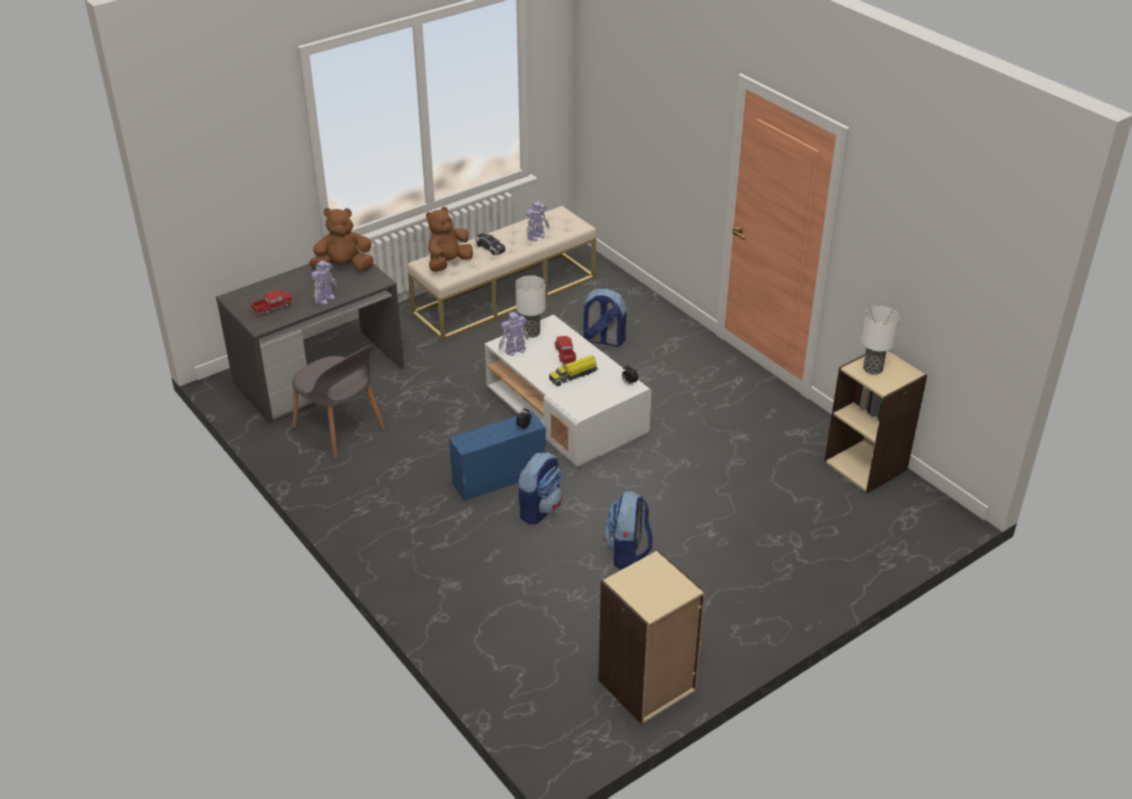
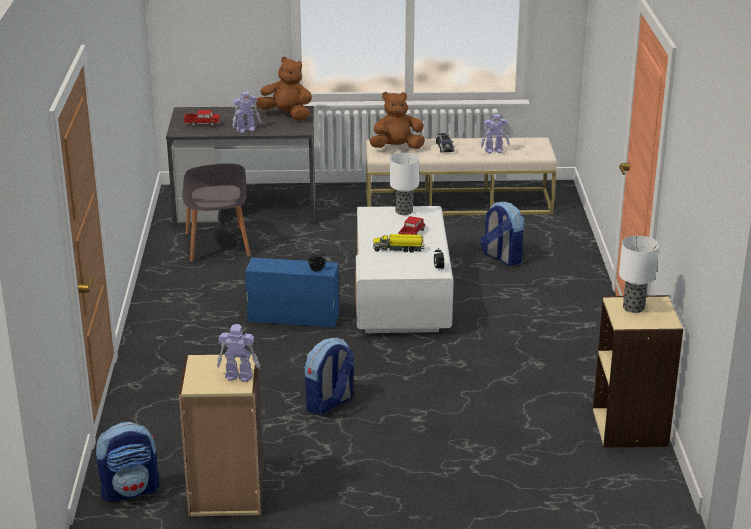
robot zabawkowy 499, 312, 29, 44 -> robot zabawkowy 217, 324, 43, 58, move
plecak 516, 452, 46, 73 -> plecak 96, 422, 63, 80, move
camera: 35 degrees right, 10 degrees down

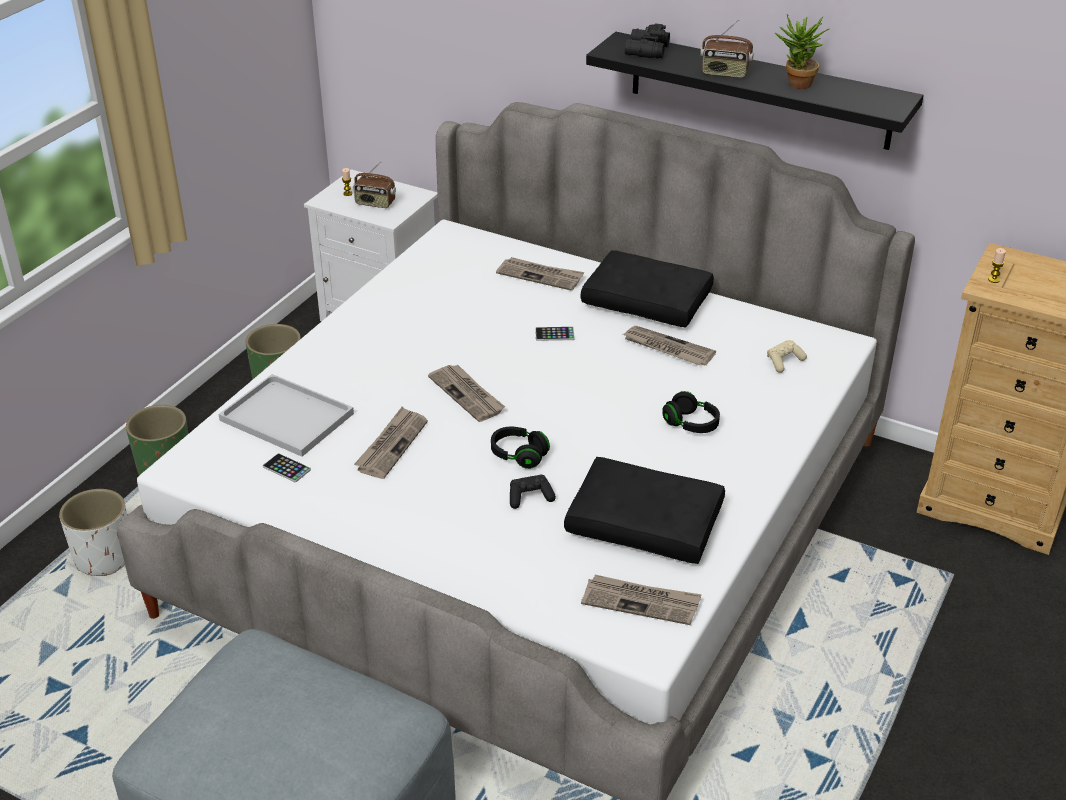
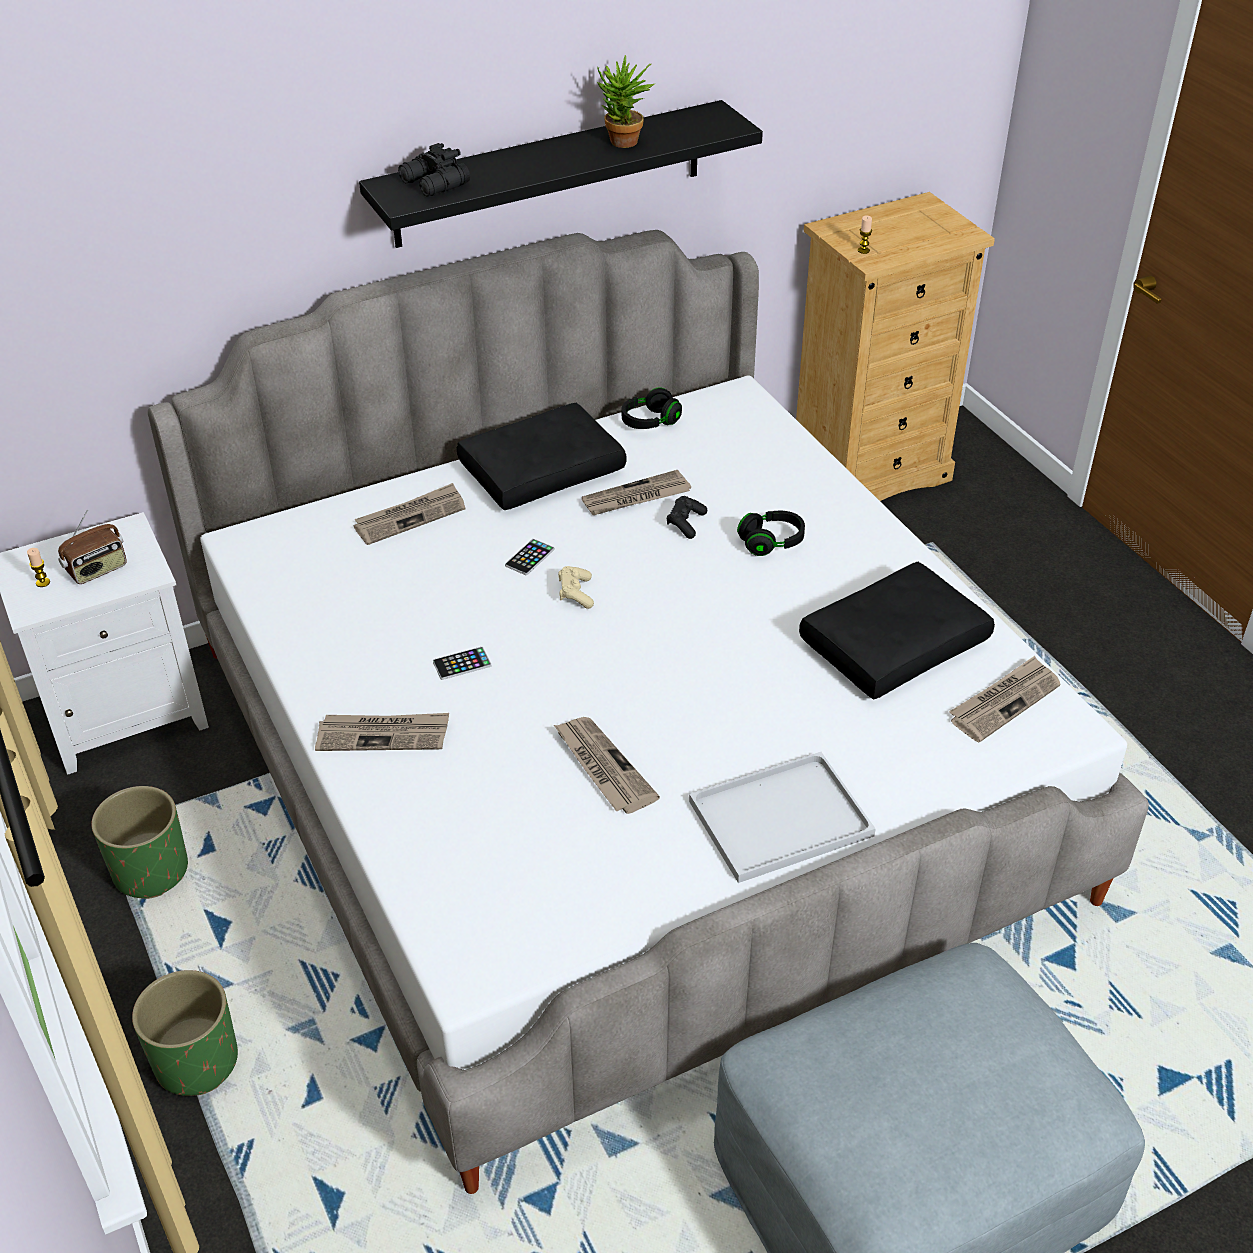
donica (biały) 59, 489, 68, 87 -> none
taca (biały) 218, 374, 136, 83 -> taca (biały) 689, 752, 187, 131, move
telefon 263, 453, 48, 29 -> telefon 433, 647, 58, 33, move
gazeta 428, 365, 77, 57 -> gazeta 315, 713, 134, 38, move
słuchawki (czarny) 491, 427, 59, 42 -> słuchawki (czarny) 622, 387, 60, 42, move
pad do gier (czarny) 510, 475, 46, 34 -> pad do gier (czarny) 667, 496, 40, 43, move
radio 700, 20, 54, 58 -> none
pad do gier (beżowy) 767, 340, 40, 33 -> pad do gier (beżowy) 558, 566, 36, 43, move
camera: 55 degrees left, 5 degrees up

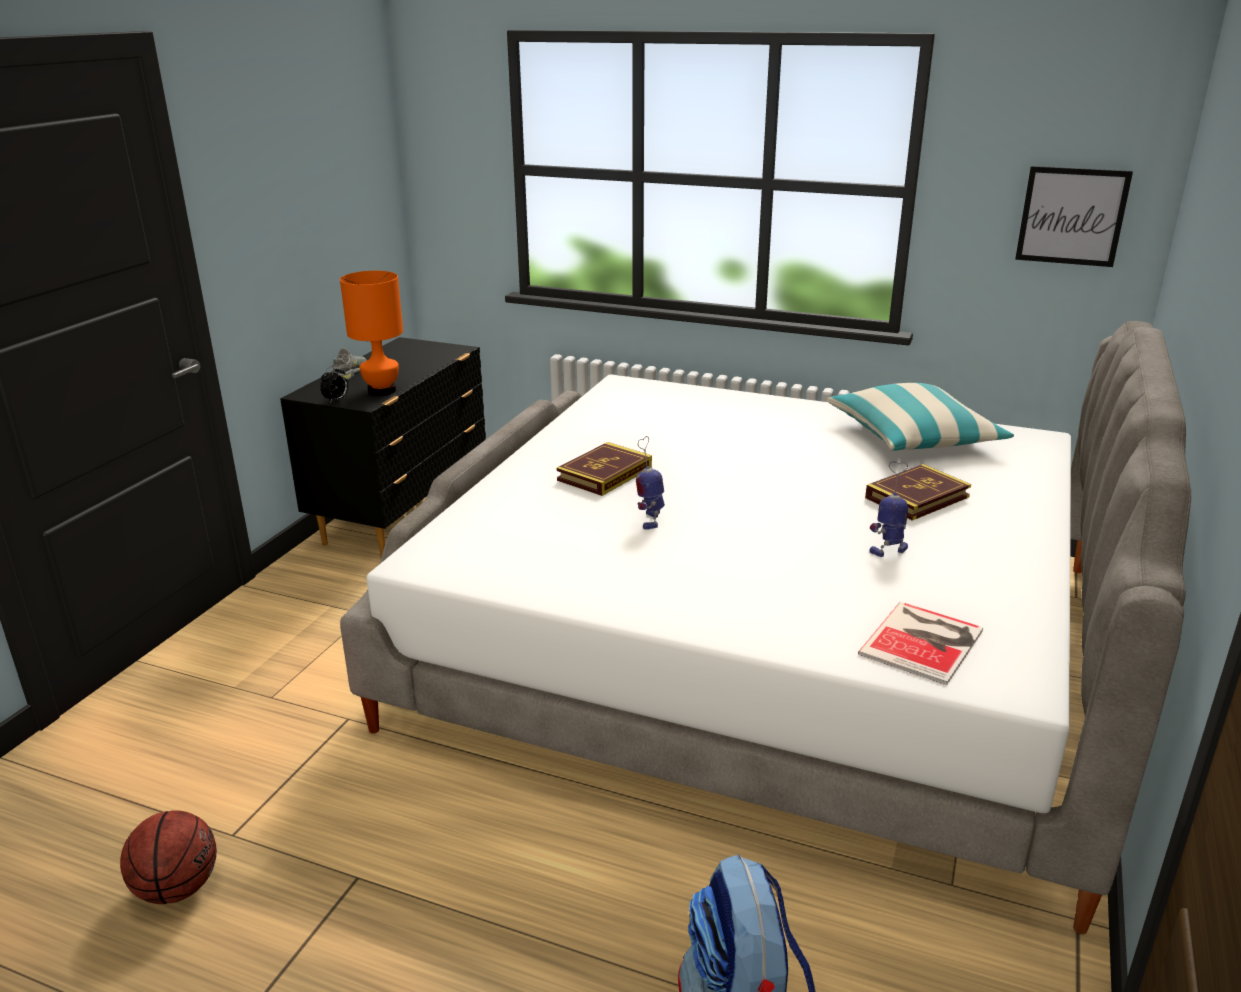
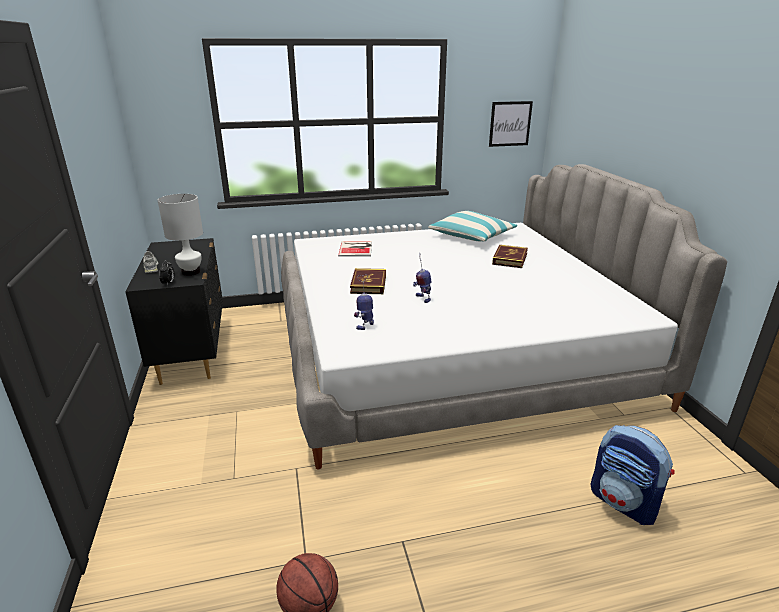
lampa stołowa (pomarańczowy) 340, 271, 63, 125 -> lampa stołowa (biały) 158, 194, 45, 82
książka 858, 602, 125, 83 -> książka 338, 241, 34, 15, move
robot zabawkowy 869, 461, 39, 96 -> robot zabawkowy 354, 274, 20, 56, move
camera: 35 degrees left, 0 degrees up

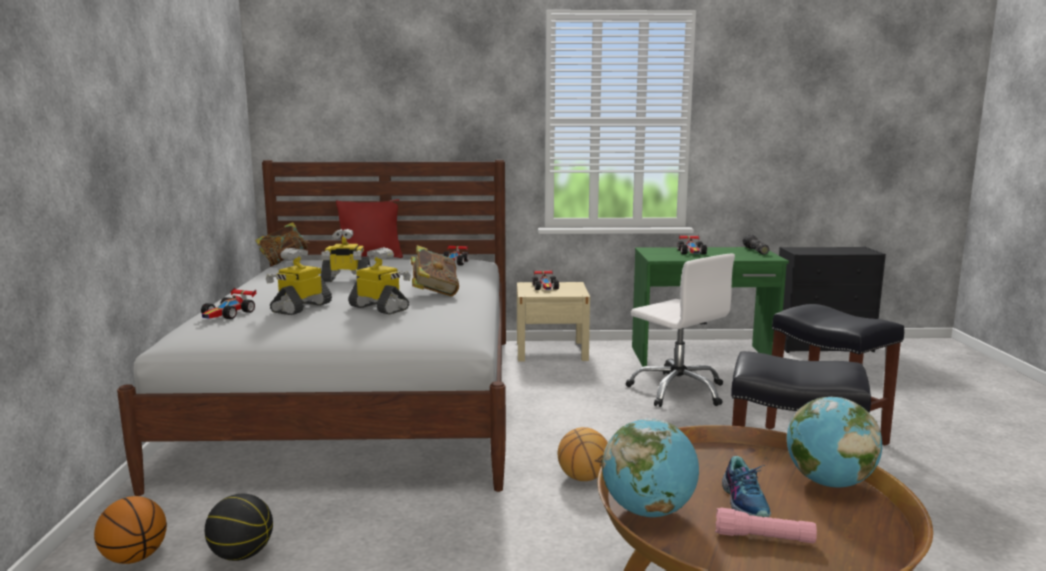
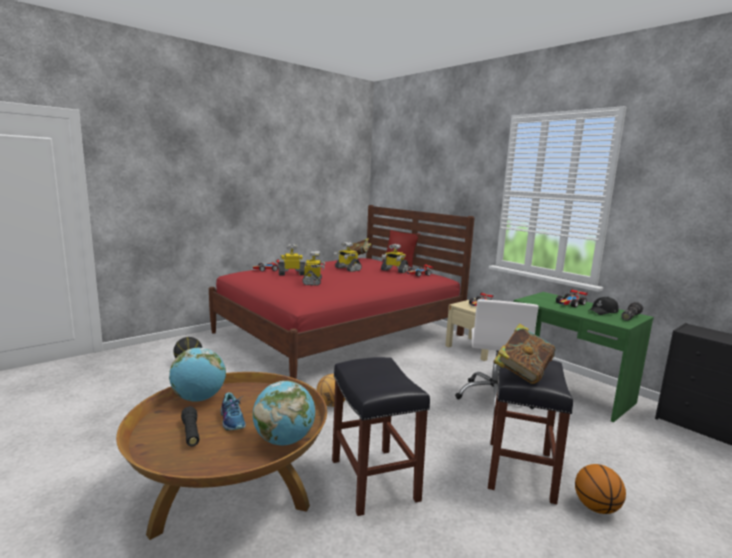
piłka do koszykówki 94, 496, 73, 68 -> piłka do koszykówki 575, 464, 51, 50, move
łóżko (biały) 117, 160, 389, 336 -> łóżko (czerwony) 209, 205, 265, 174
książka 411, 245, 48, 51 -> książka 493, 323, 62, 61, move
latarka (różowy) 715, 508, 102, 35 -> latarka (czarny) 181, 406, 19, 40
but 722, 456, 49, 61 -> but 221, 392, 25, 39, 75 degrees counterclockwise
none -> robot zabawkowy 381, 244, 28, 29
none -> czapka z daszkiem (czarny) 589, 297, 30, 18
camera: 50 degrees right, 0 degrees up

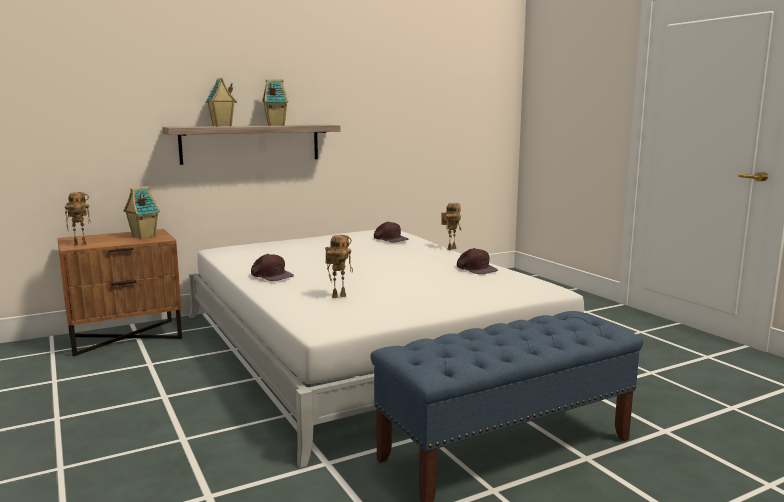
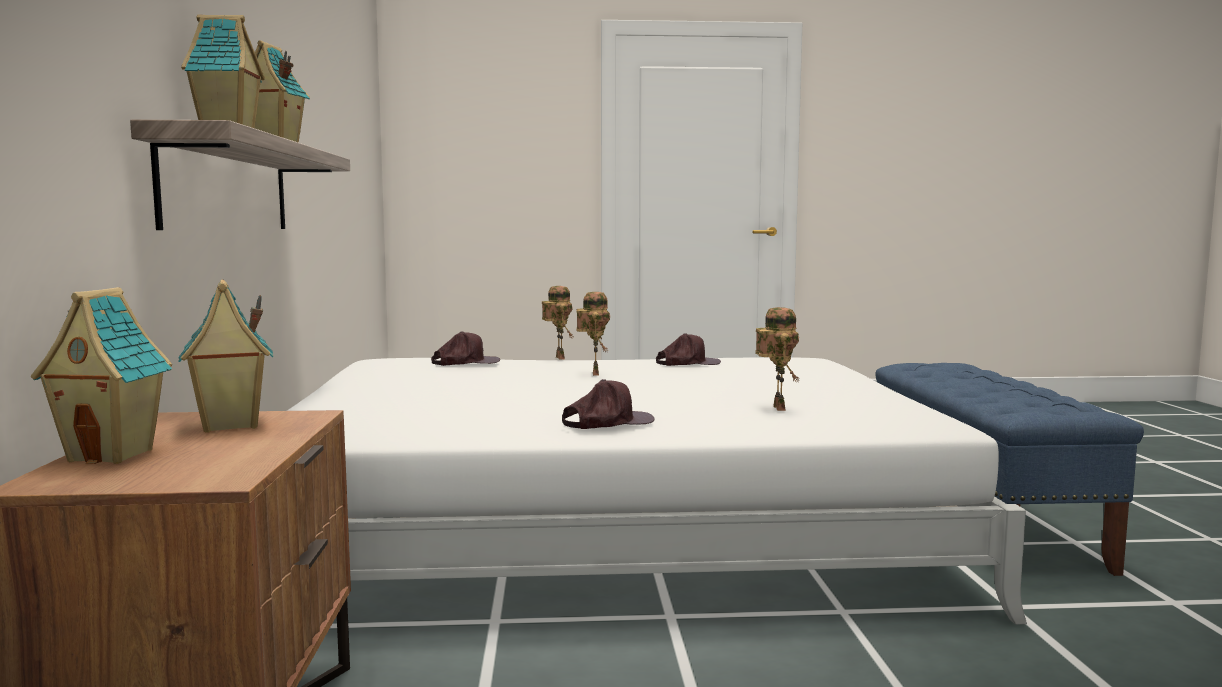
robot zabawkowy 65, 192, 26, 54 -> robot zabawkowy 576, 292, 34, 84, move
none -> domek 31, 287, 141, 177
camera: 65 degrees left, 5 degrees down

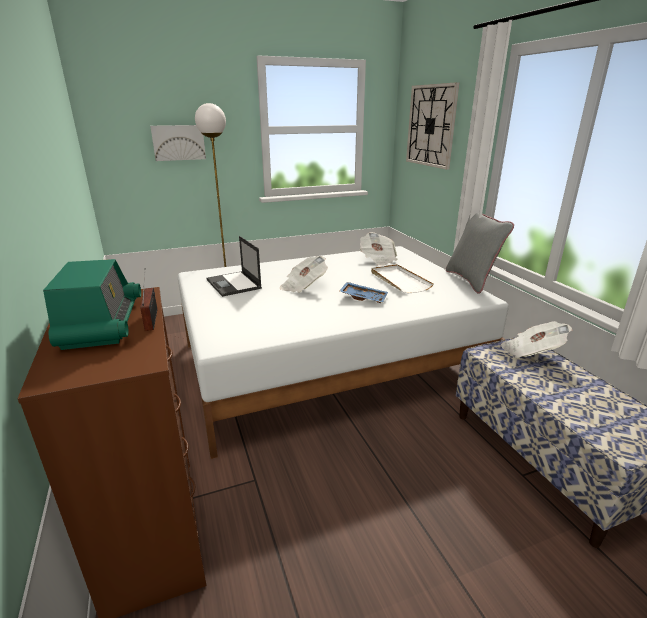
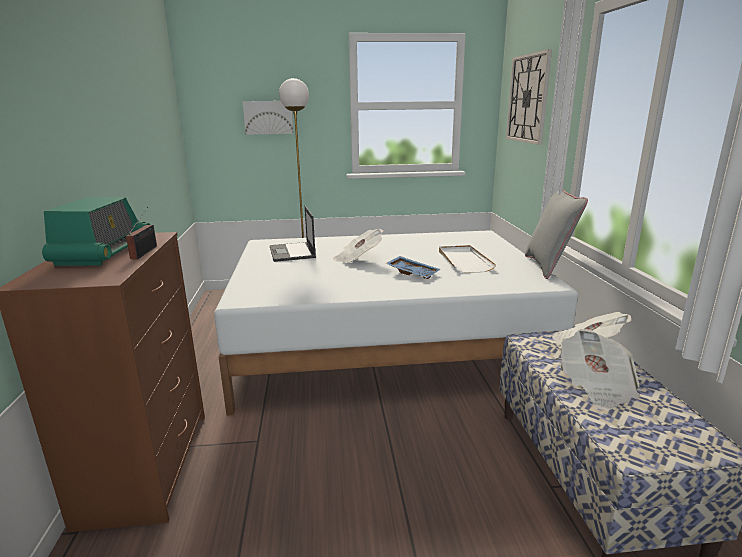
gazeta 360, 232, 37, 34 -> gazeta 560, 329, 80, 82, move
camera: 15 degrees right, 5 degrees down

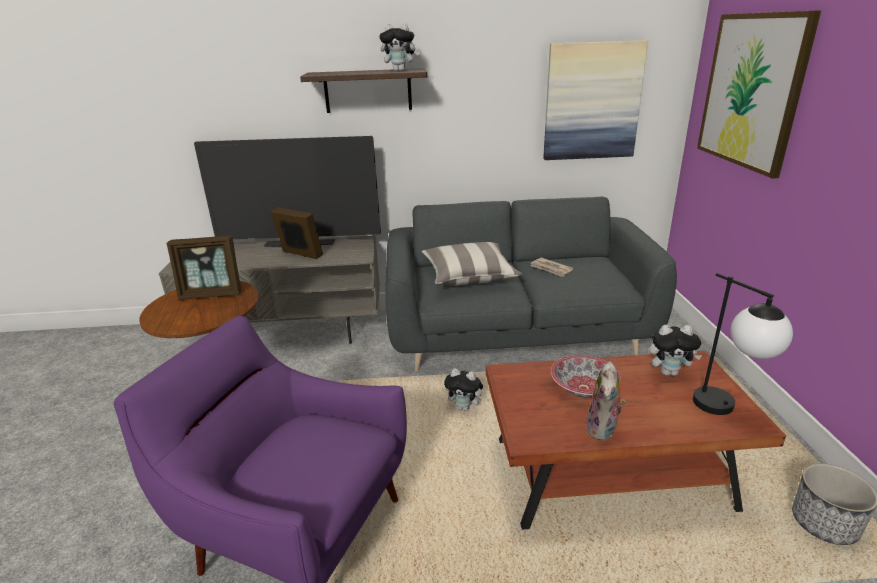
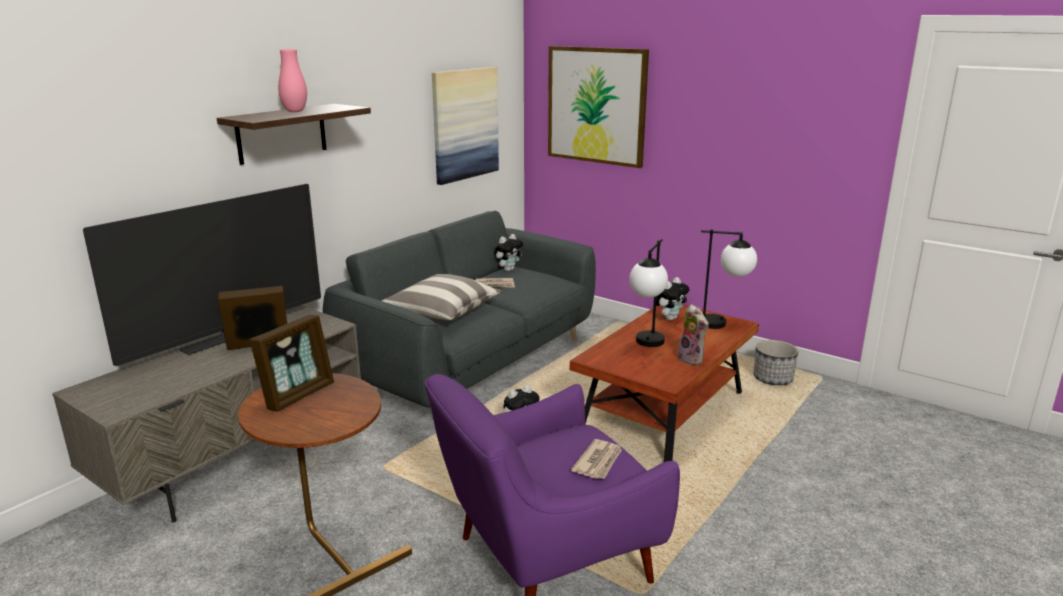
pluszak 380, 23, 40, 49 -> pluszak 494, 234, 29, 37, move
miska 551, 355, 70, 43 -> lampa stołowa 629, 239, 39, 108
none -> wazon (różowy) 278, 49, 29, 63
none -> gazeta 571, 439, 51, 40
camera: 50 degrees left, 5 degrees down

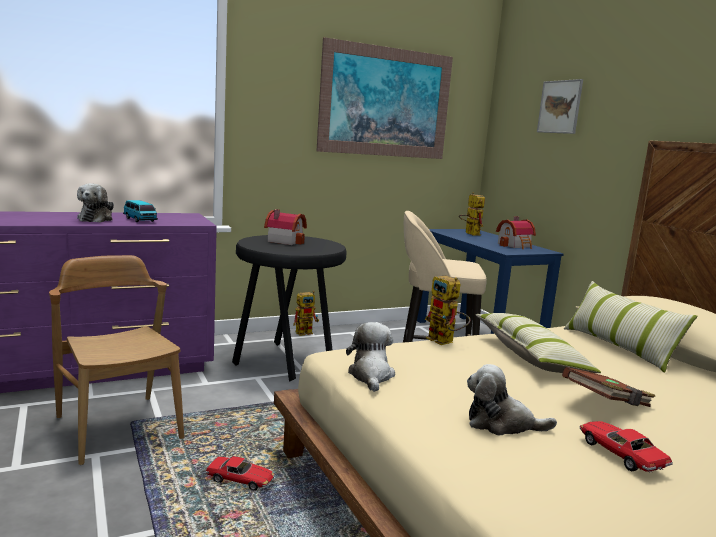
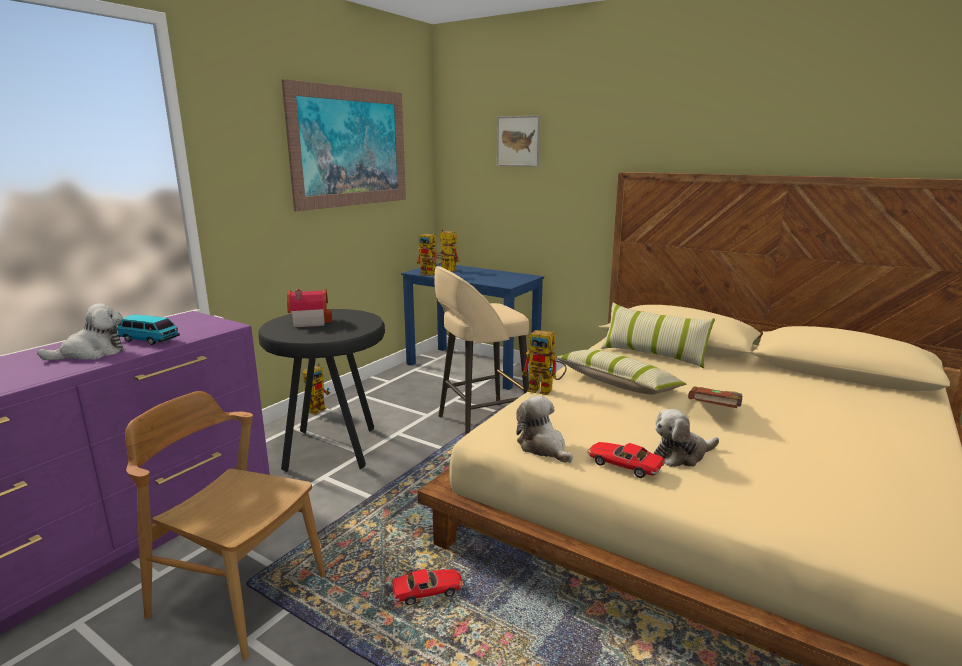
pluszak 77, 183, 37, 40 -> pluszak 37, 303, 86, 57, 90 degrees counterclockwise
domek 496, 216, 40, 33 -> none
samochodzik 579, 421, 94, 52 -> samochodzik 587, 442, 78, 36, move
none -> robot zabawkowy 416, 233, 29, 43
camera: 30 degrees left, 5 degrees up

